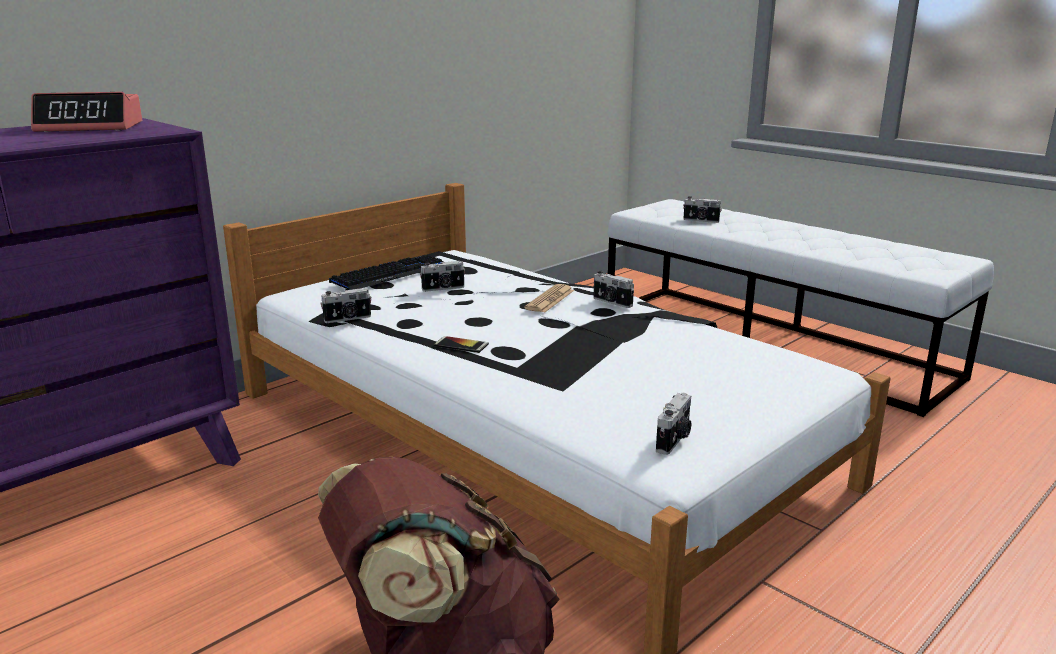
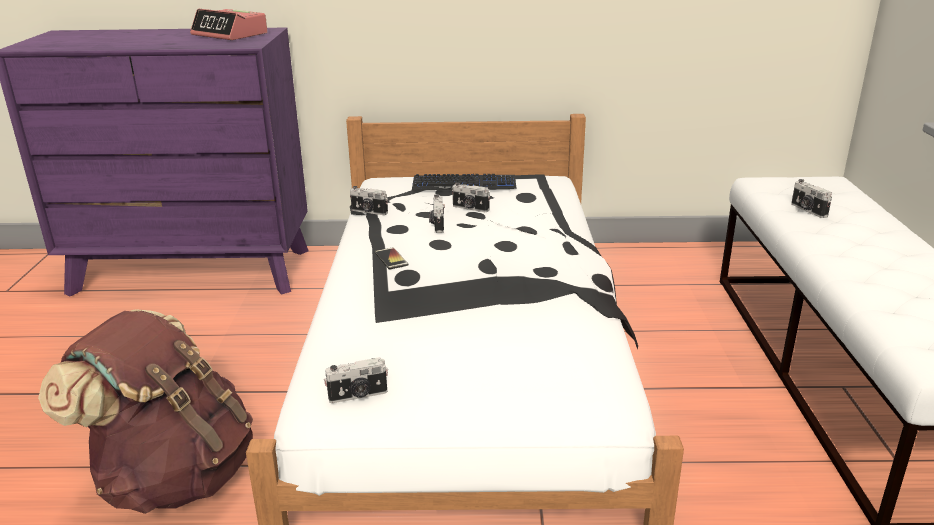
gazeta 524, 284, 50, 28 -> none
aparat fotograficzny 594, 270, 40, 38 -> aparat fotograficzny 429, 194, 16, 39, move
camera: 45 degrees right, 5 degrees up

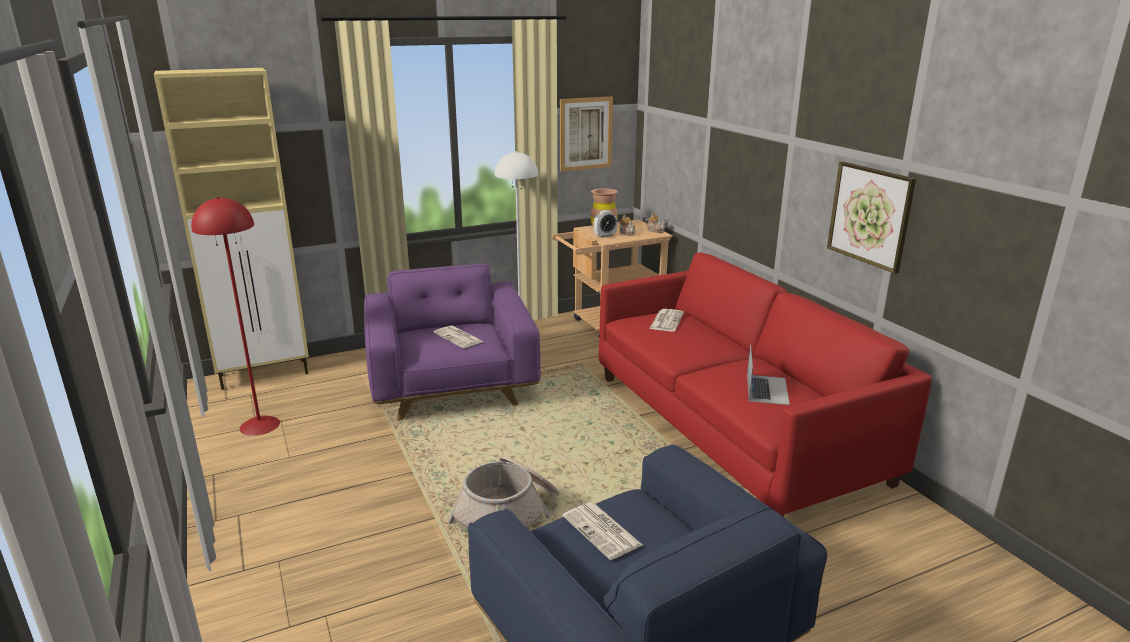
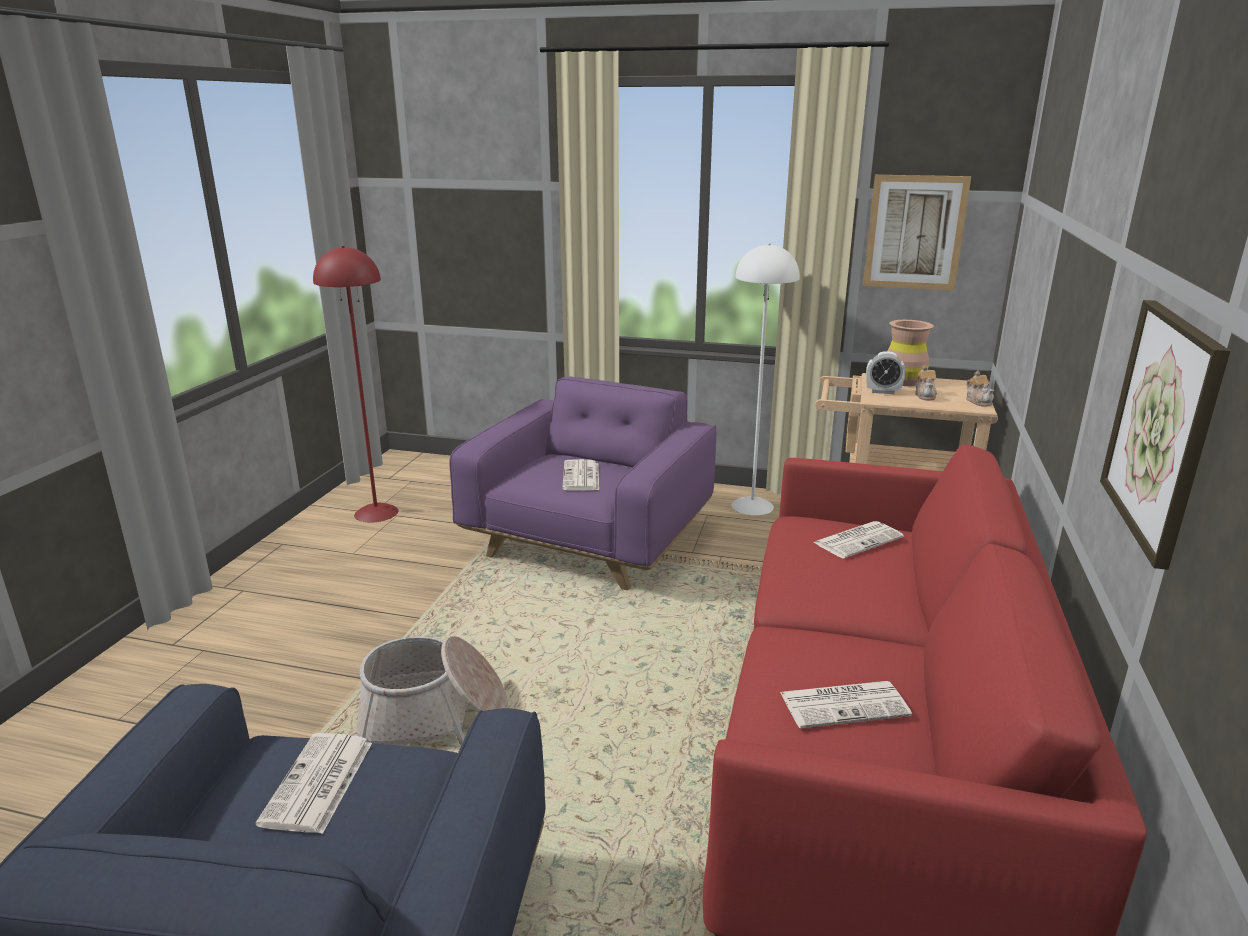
szafka (beżowy) 154, 68, 155, 322 -> none
laptop 747, 344, 43, 61 -> gazeta 780, 681, 132, 47
camera: 40 degrees right, 0 degrees up

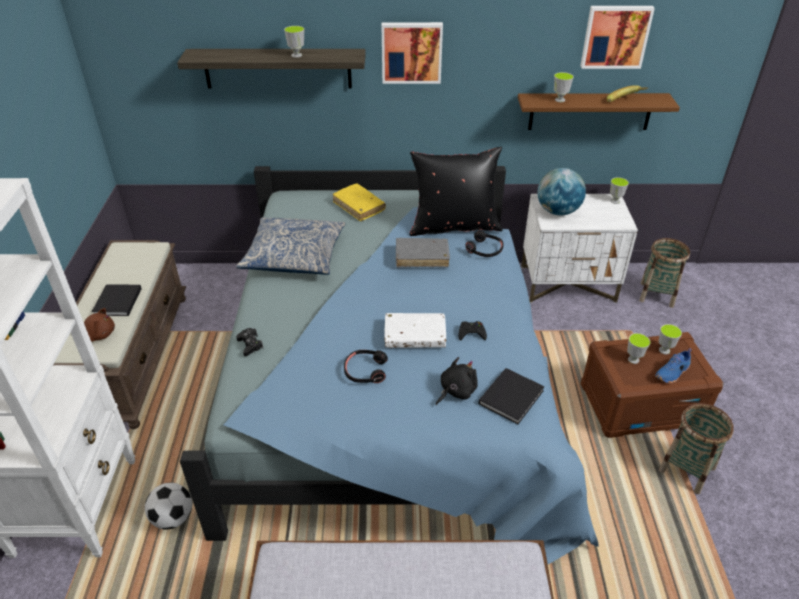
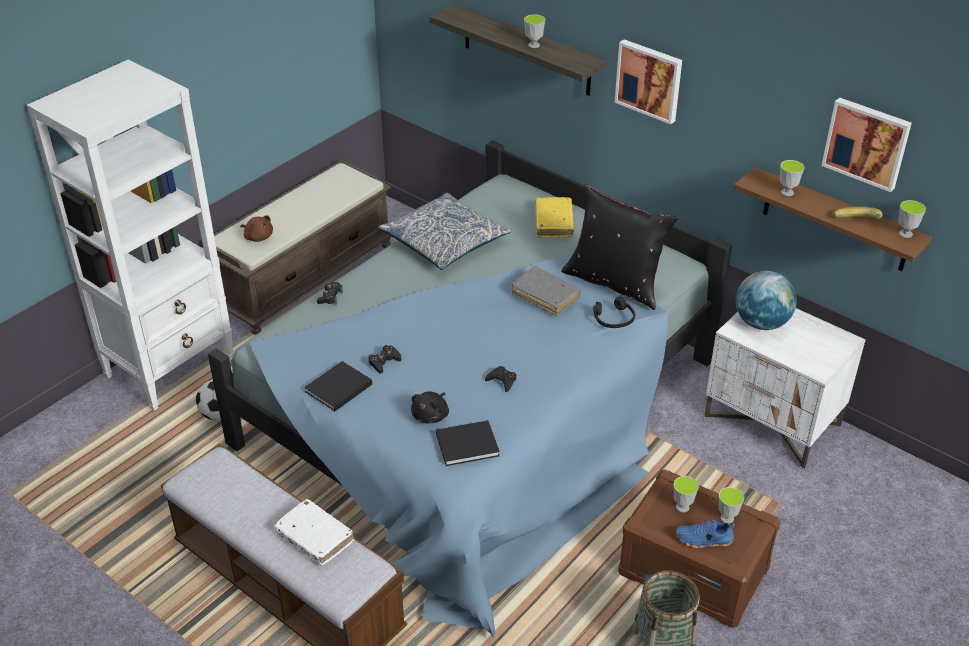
książka (czarny) 92, 284, 50, 32 -> książka (czarny) 305, 361, 67, 50, move
słuchawki (czarny) 344, 350, 44, 33 -> pad do gier (czarny) 368, 345, 33, 28
książka (biały) 385, 313, 61, 35 -> książka (biały) 274, 499, 80, 67, move
pluszak (czarny) 436, 357, 42, 48 -> pluszak (czarny) 411, 392, 38, 32, 120 degrees clockwise
filiżanka 610, 177, 19, 27 -> filiżanka 898, 200, 28, 38, move
koszyk 639, 238, 51, 70 -> none
camera: 40 degrees right, 0 degrees up

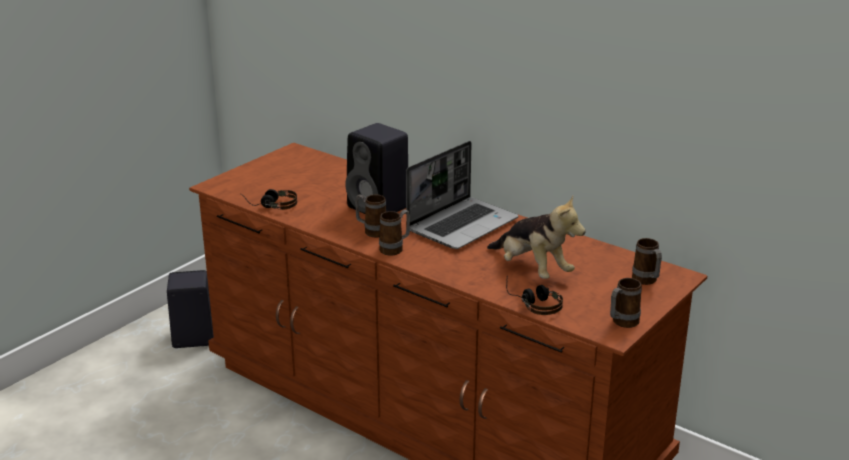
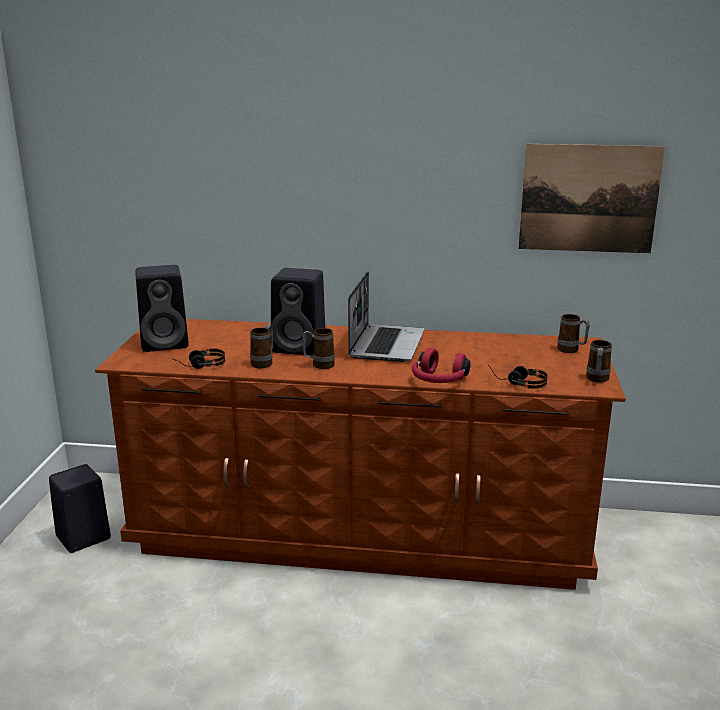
kubek 379, 209, 31, 47 -> kubek 250, 324, 23, 44, move
pluszak 487, 196, 99, 83 -> none
none -> głośnik (czarny) 135, 265, 54, 87
none -> słuchawki (czerwony) 412, 348, 58, 35
none -> obraz 519, 144, 146, 109
camera: 30 degrees left, 5 degrees down

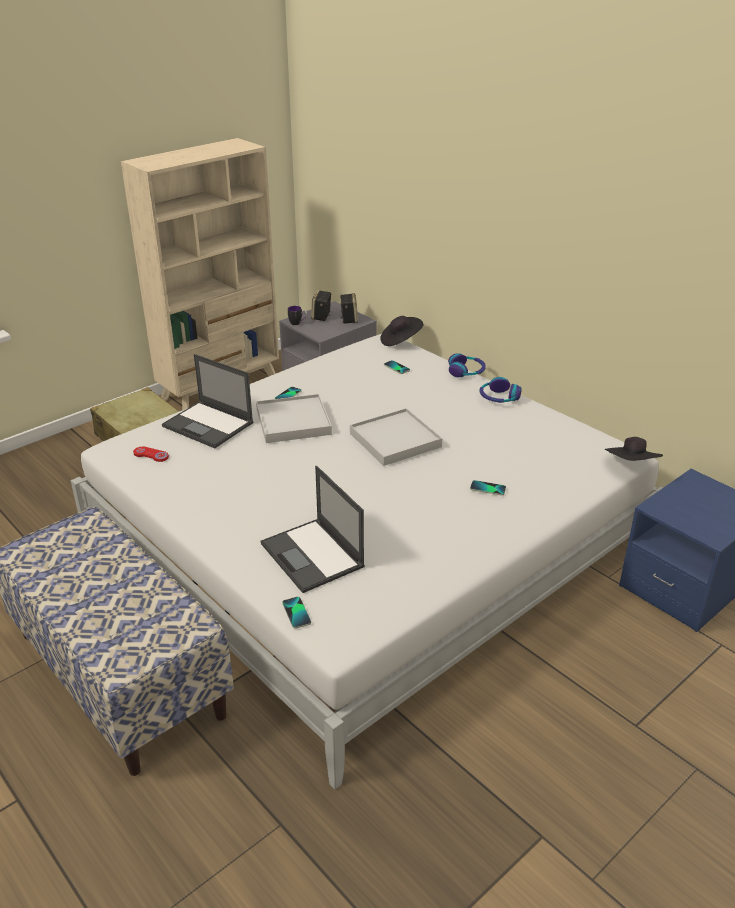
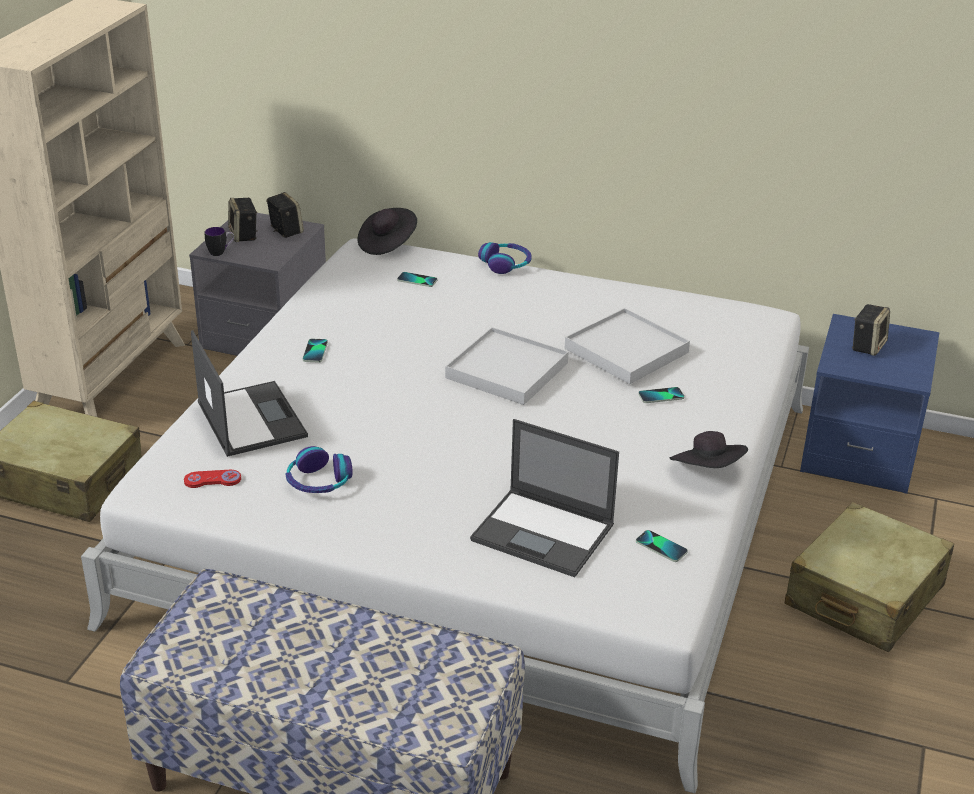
laptop 162, 354, 91, 94 -> laptop 191, 330, 117, 127, 120 degrees counterclockwise
taca (biały) 256, 394, 76, 49 -> taca (biały) 565, 308, 125, 76, move
telefon 282, 597, 29, 32 -> telefon 636, 530, 52, 32, move
słuchawki 480, 377, 42, 26 -> słuchawki 286, 446, 67, 47, move
kapelusz (czarny) 605, 437, 58, 24 -> kapelusz (czarny) 669, 431, 79, 37, move
none -> walizka (beżowy) 785, 502, 169, 150
none -> głośnik 852, 304, 38, 52
camera: 30 degrees left, 0 degrees up

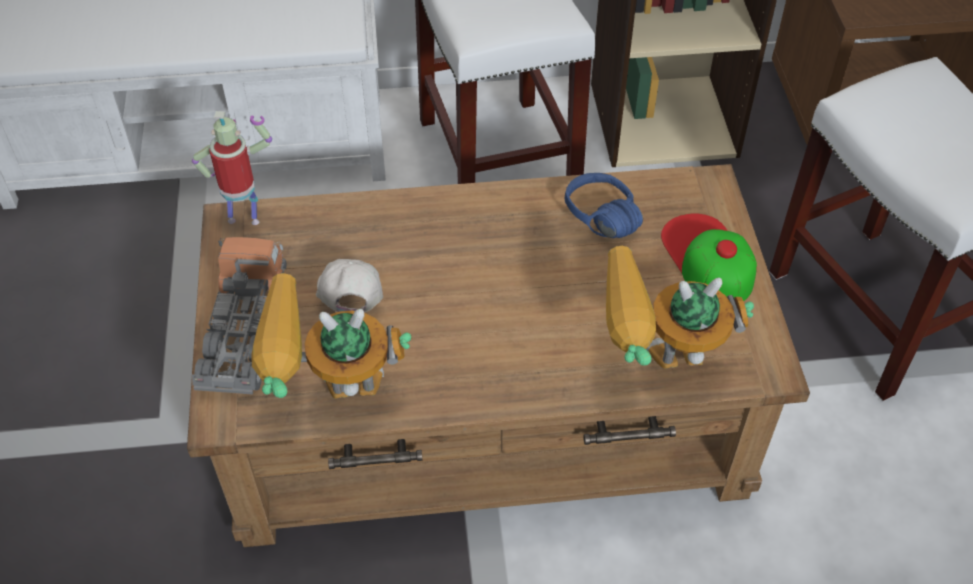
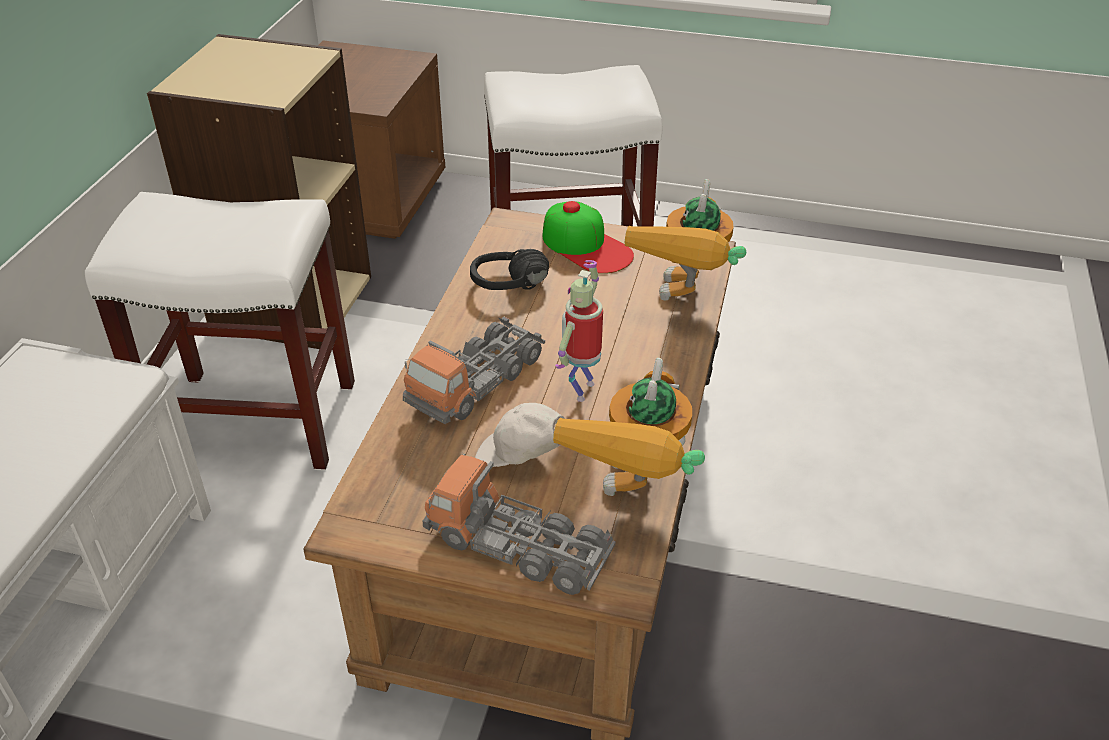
robot zabawkowy 192, 111, 80, 114 -> robot zabawkowy 555, 260, 48, 142, move
słuchawki (niebieski) 565, 173, 78, 65 -> słuchawki (czarny) 470, 249, 79, 41
czapka z daszkiem 661, 213, 96, 88 -> czapka z daszkiem 542, 201, 92, 73, 135 degrees counterclockwise
none -> ciężarówka zabawkowa 403, 317, 142, 107
camera: 70 degrees left, 10 degrees down

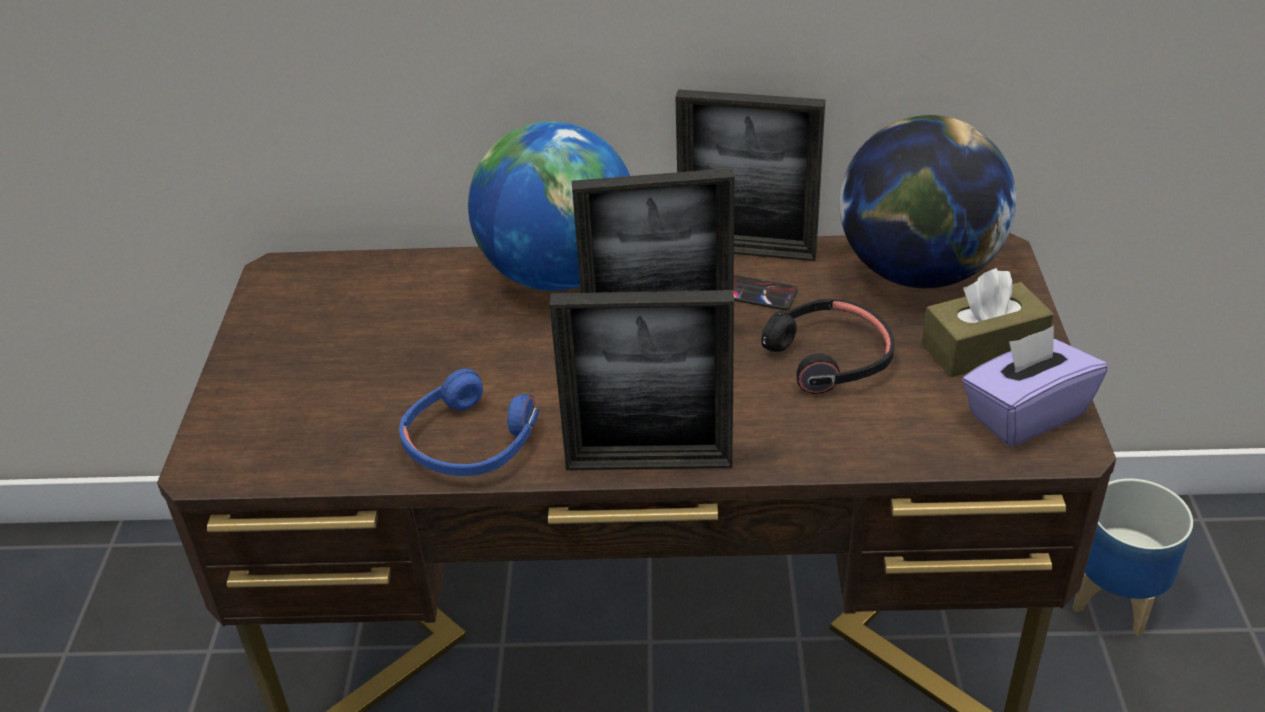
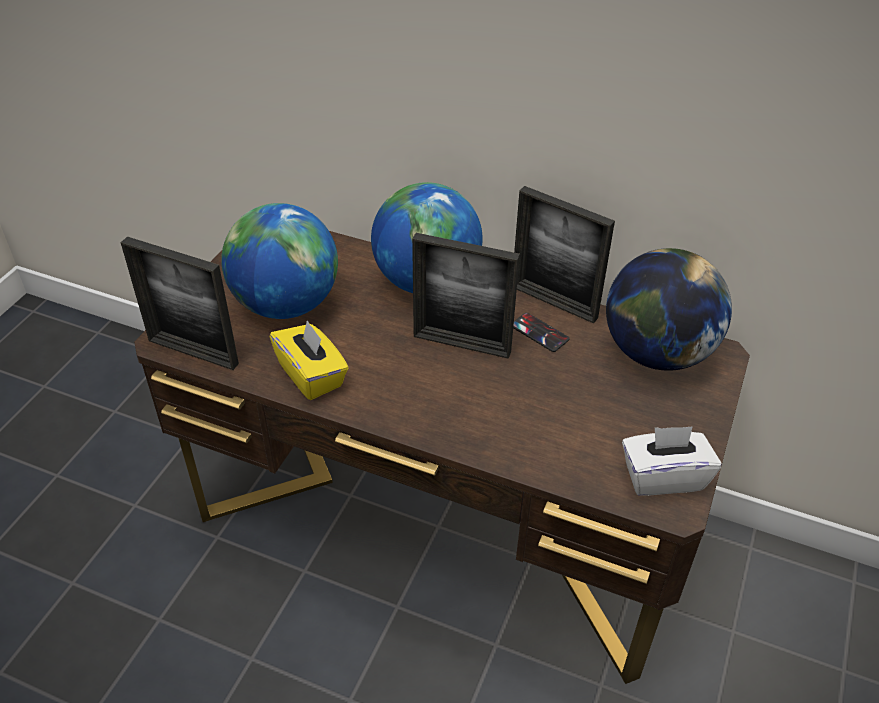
słuchawki (niebieski) 399, 368, 140, 108 -> pudełko chusteczek (żółty) 270, 320, 78, 80
ramka na zdjęcie 549, 290, 185, 180 -> ramka na zdjęcie 121, 237, 118, 133, move
słuchawki (czarny) 761, 299, 134, 95 -> none
pudełko chusteczek (brązowy) 922, 268, 132, 109 -> none
pudełko chusteczek (fioletowy) 962, 326, 146, 120 -> pudełko chusteczek (biały) 622, 426, 100, 70
donica 1073, 478, 120, 158 -> none
none -> globus 221, 203, 117, 116
camera: 20 degrees right, 5 degrees up

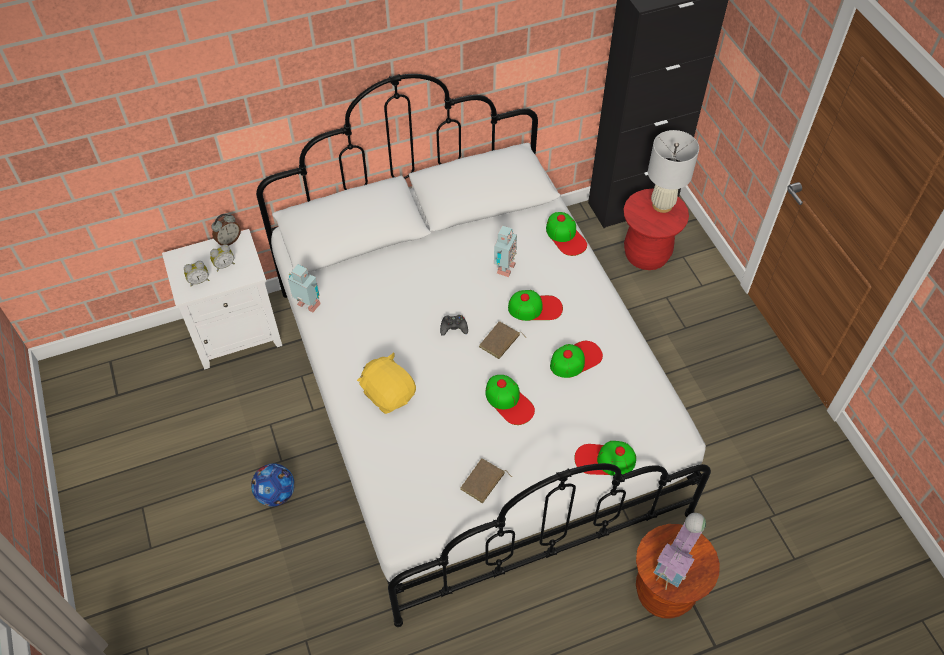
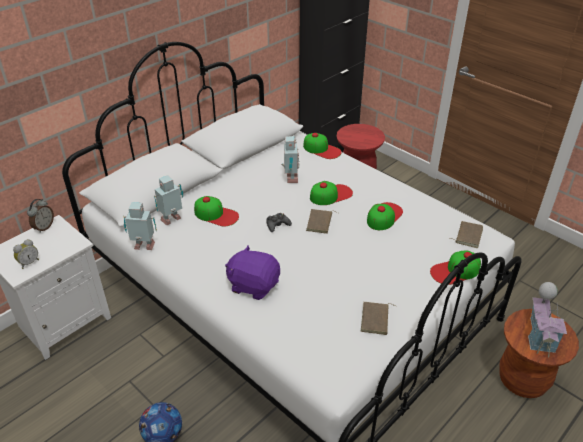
budzik 210, 244, 25, 27 -> none
pluszak (żółty) 357, 352, 59, 62 -> pluszak (fioletowy) 225, 245, 55, 55
czapka z daszkiem 485, 375, 50, 50 -> czapka z daszkiem 194, 196, 45, 30, move
lampa stołowa (biały) 648, 130, 51, 83 -> none
none -> robot zabawkowy 154, 175, 29, 50
none -> książka (brązowy) 449, 221, 34, 27
camera: 25 degrees left, 15 degrees down

